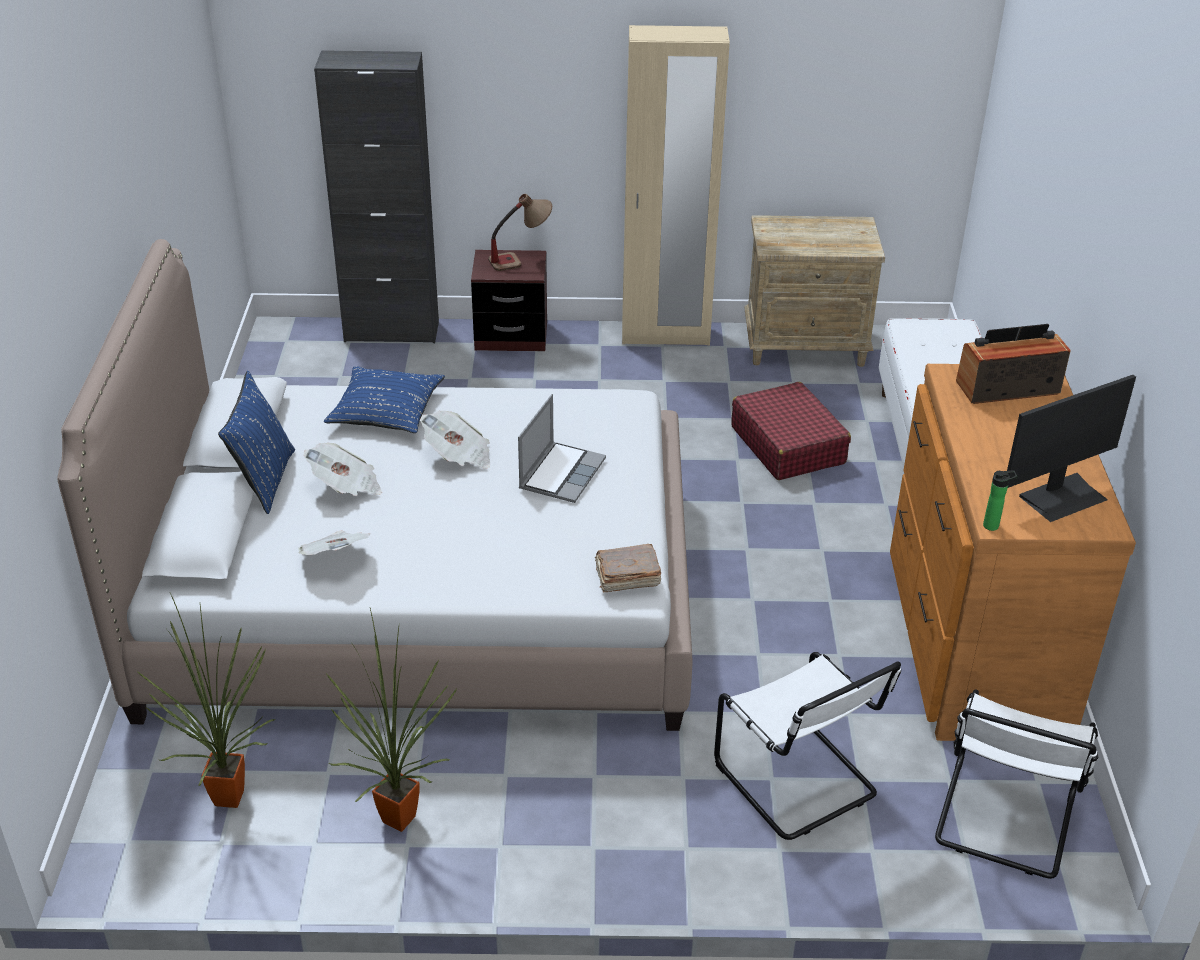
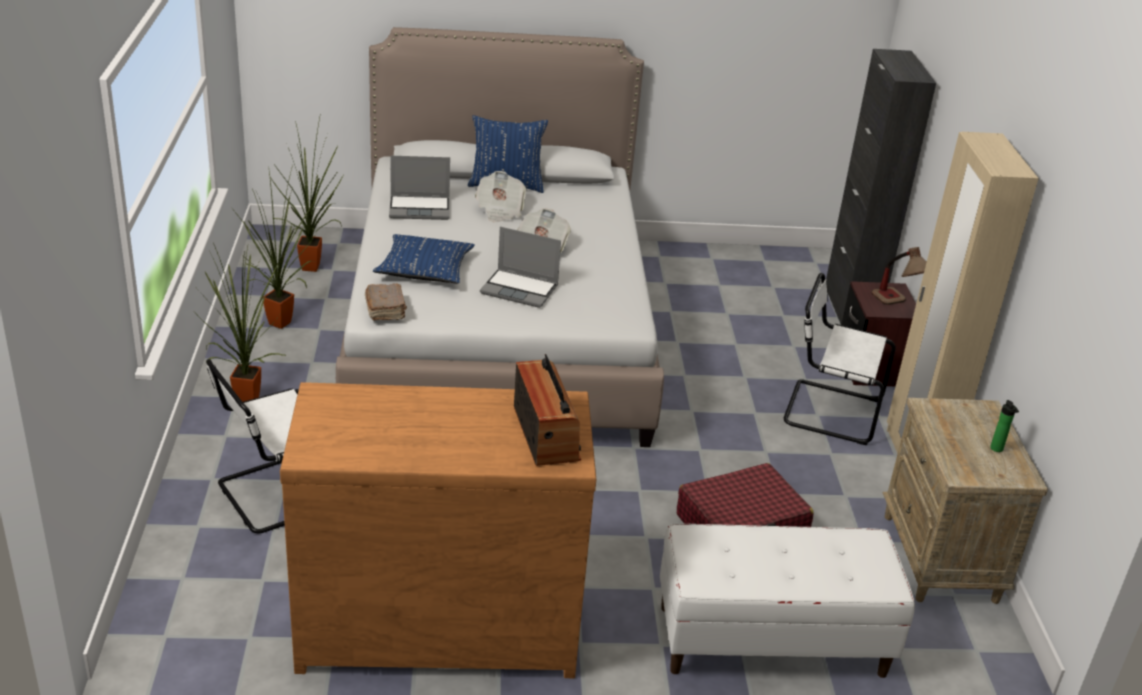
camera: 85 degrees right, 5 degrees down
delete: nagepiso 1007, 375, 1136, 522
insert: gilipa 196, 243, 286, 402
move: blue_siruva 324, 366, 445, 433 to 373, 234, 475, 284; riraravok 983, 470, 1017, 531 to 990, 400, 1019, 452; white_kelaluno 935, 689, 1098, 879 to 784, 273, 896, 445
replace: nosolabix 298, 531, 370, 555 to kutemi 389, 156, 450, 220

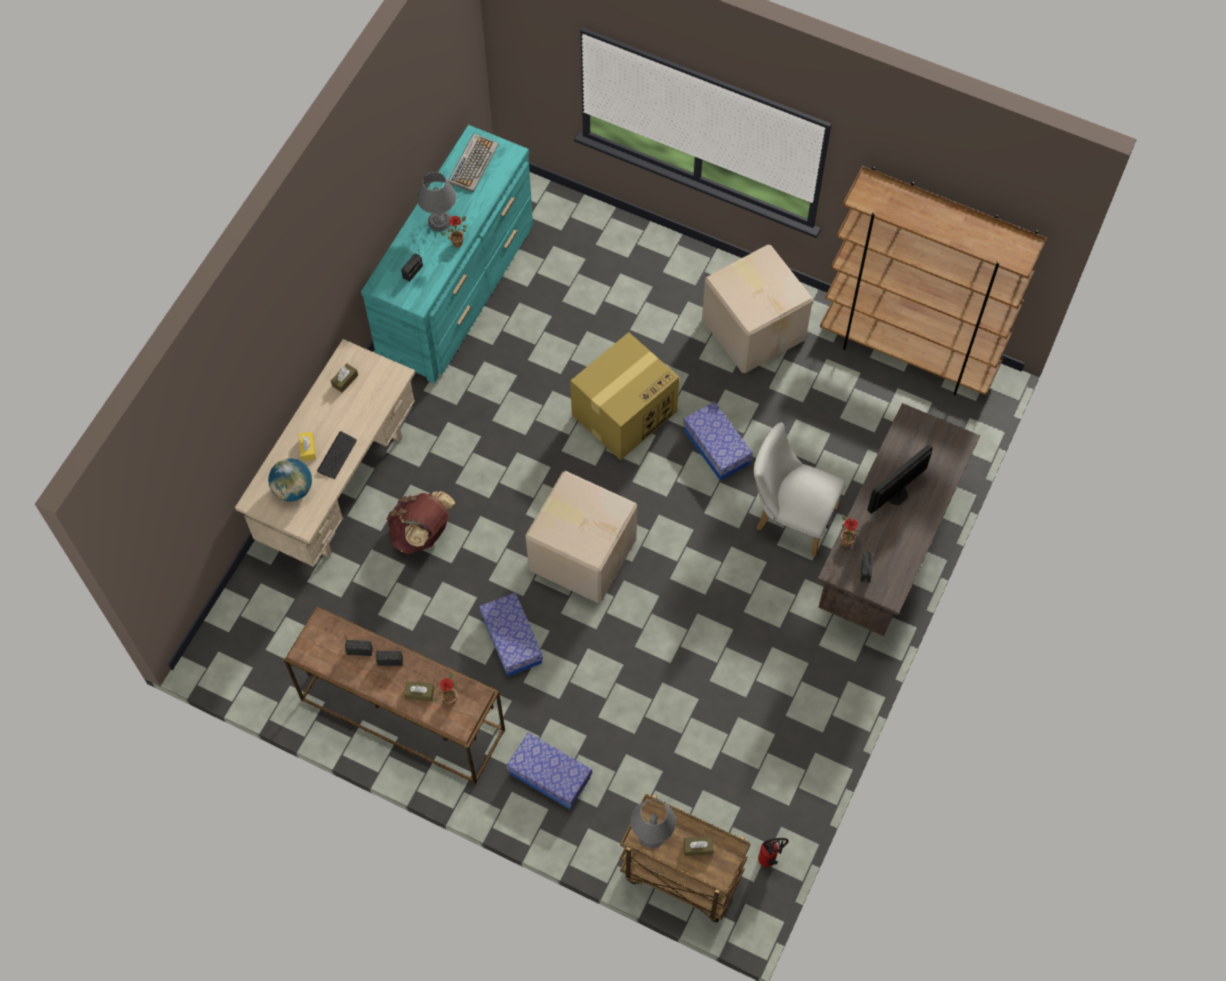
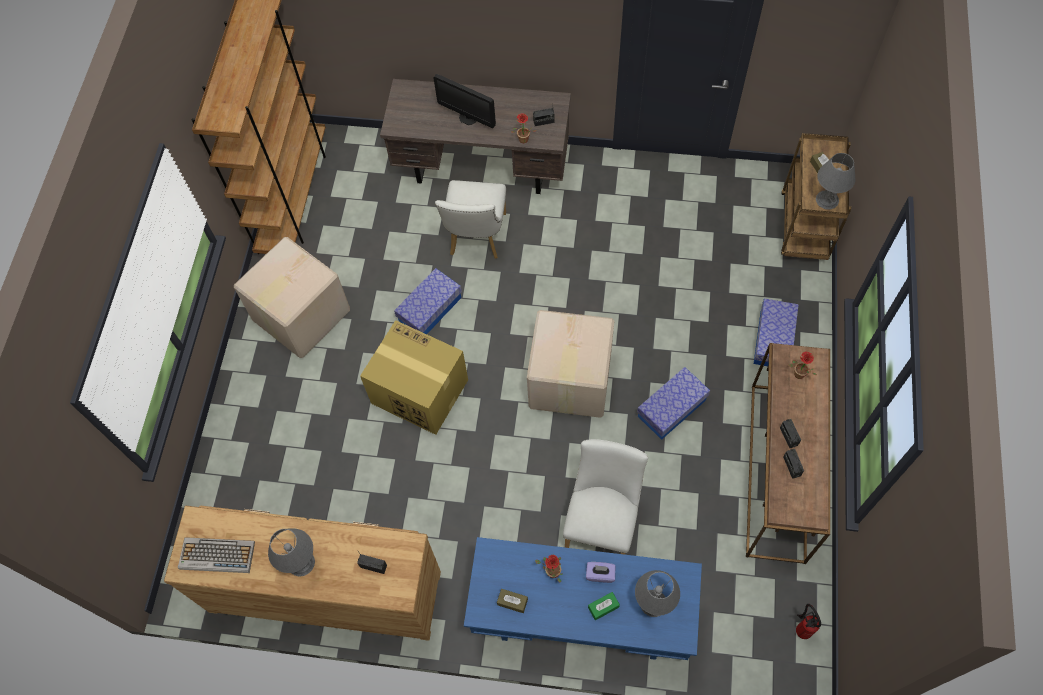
camera: 105 degrees left, 0 degrees up
delete: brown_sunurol 404, 681, 434, 701
move: gilipa 441, 216, 467, 248 to 535, 555, 562, 583; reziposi 758, 838, 789, 867 to 796, 604, 821, 639
replace: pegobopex 317, 431, 357, 479 to purple_sunurol 586, 562, 616, 583; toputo 268, 459, 312, 501 to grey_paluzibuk 635, 570, 680, 617; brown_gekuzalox 387, 491, 455, 554 to white_kelaluno 563, 439, 648, 555
recolor: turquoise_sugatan 361, 125, 533, 383 to brown_sugatan 164, 505, 441, 641; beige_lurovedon 235, 339, 415, 567 to blue_lurovedon 464, 537, 702, 660; yellow_sunurol 299, 432, 316, 461 to green_sunurol 588, 592, 620, 620

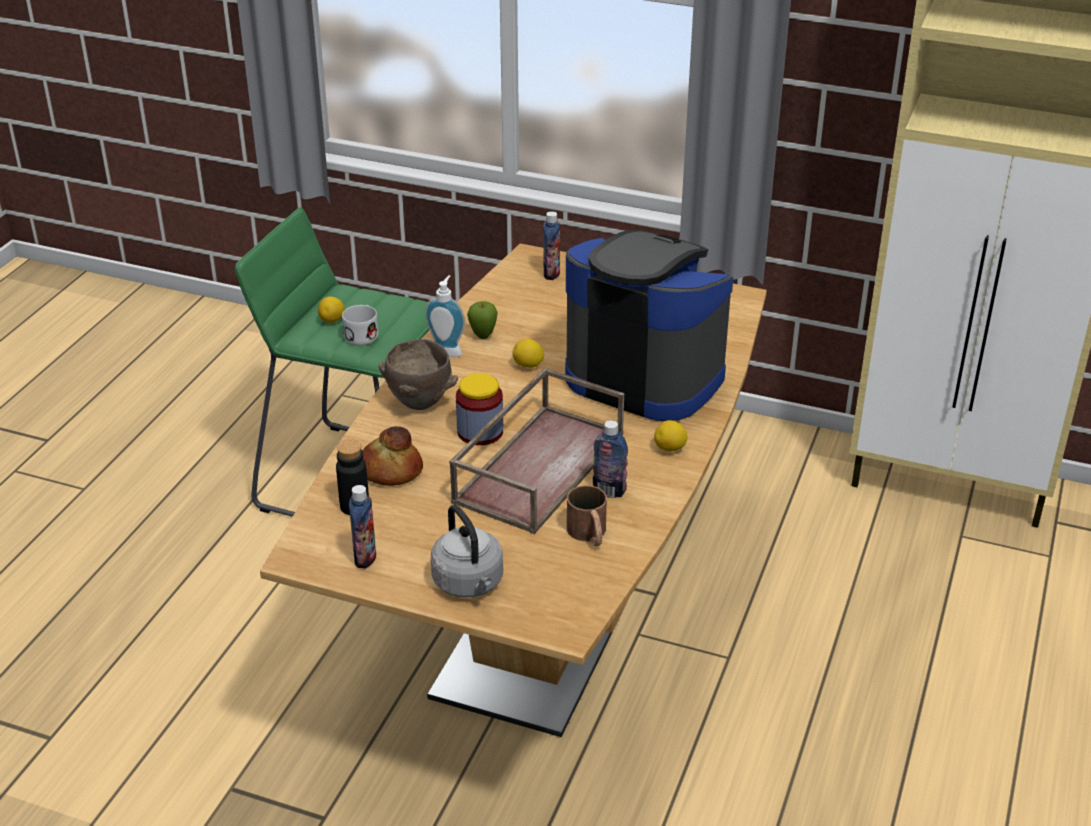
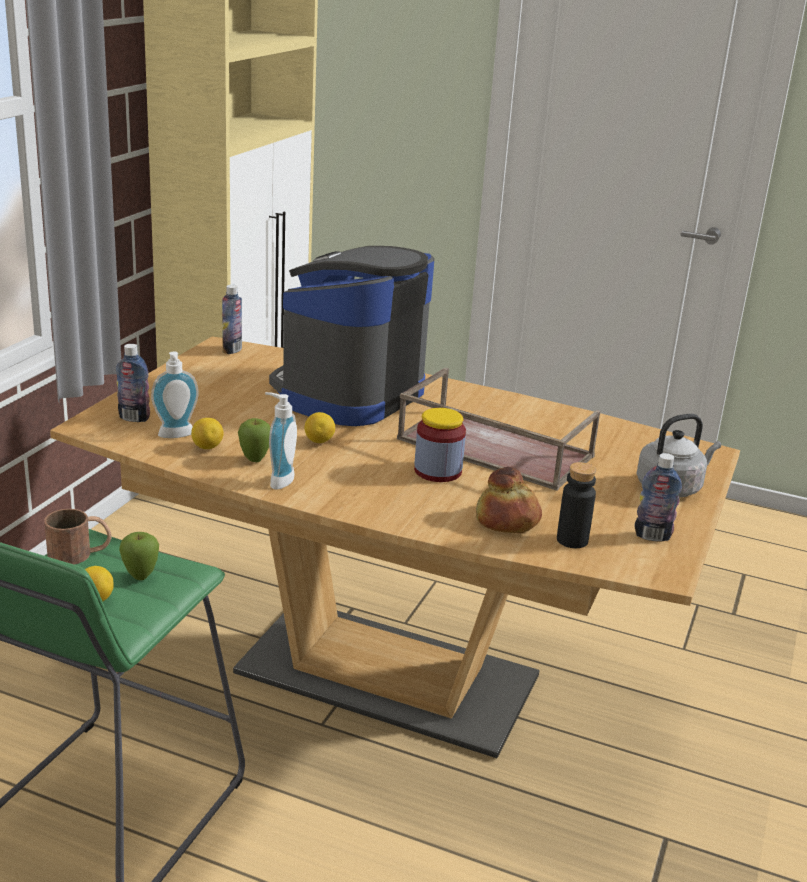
camera: 90 degrees left, 10 degrees down
delete: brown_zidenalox 379, 339, 458, 410
insert: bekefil 151, 352, 199, 438
move: riraravok 593, 420, 628, 498 to 222, 285, 242, 354; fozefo 654, 420, 688, 451 to 191, 418, 224, 449; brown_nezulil 567, 485, 607, 546 to 44, 509, 112, 565
replace: white_nezulil 342, 305, 379, 346 to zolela 119, 532, 159, 580

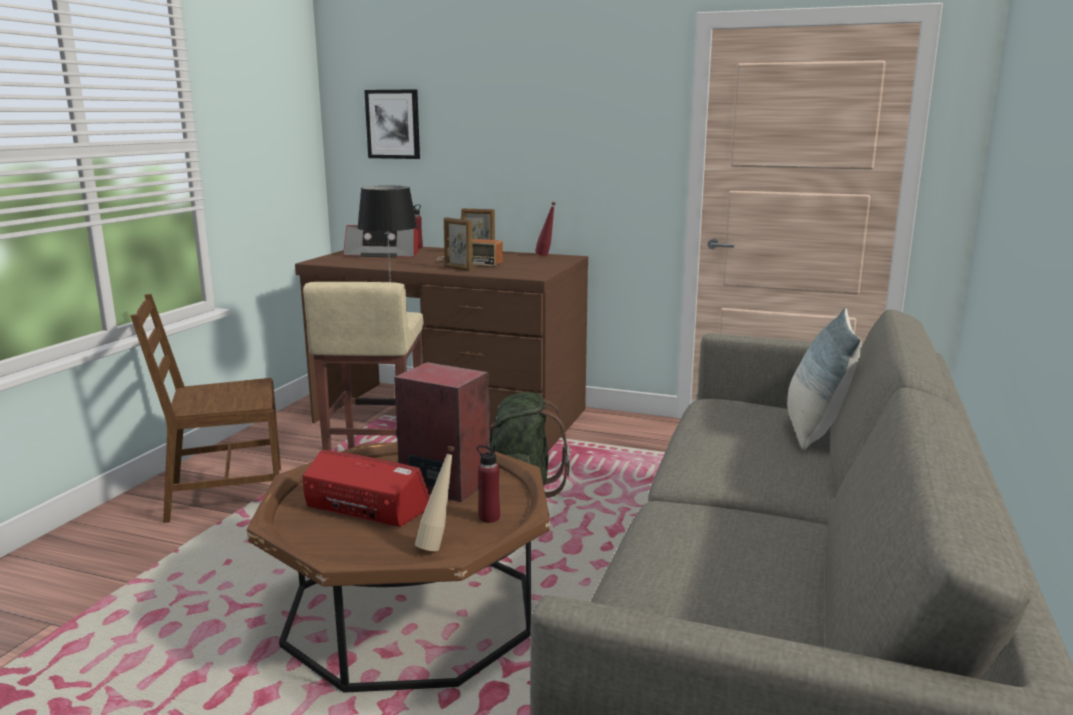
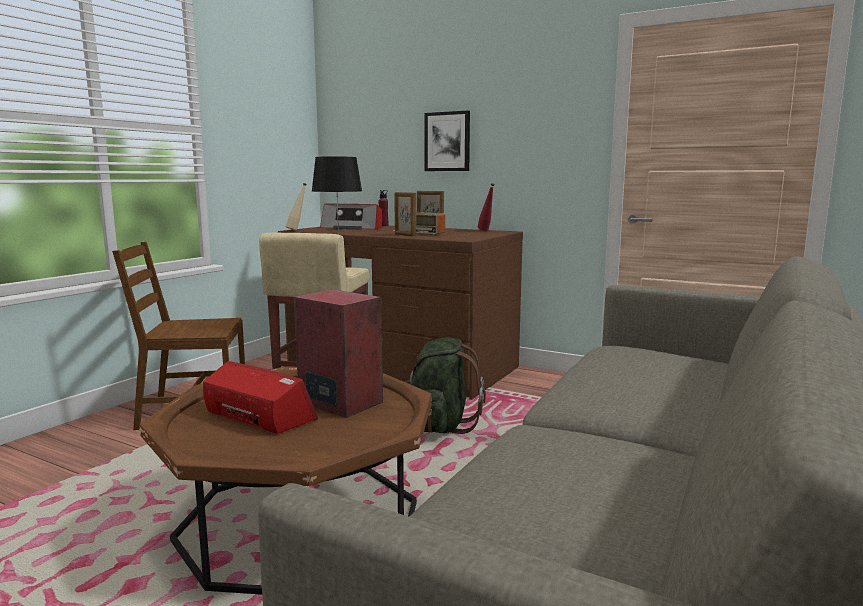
camera: 10 degrees right, 5 degrees down
delete: siruva 787, 308, 862, 450; red_riraravok 477, 445, 500, 523
move: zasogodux 364, 89, 420, 159 to 424, 110, 470, 171; beige_riraravok 415, 446, 455, 551 to 286, 183, 307, 230

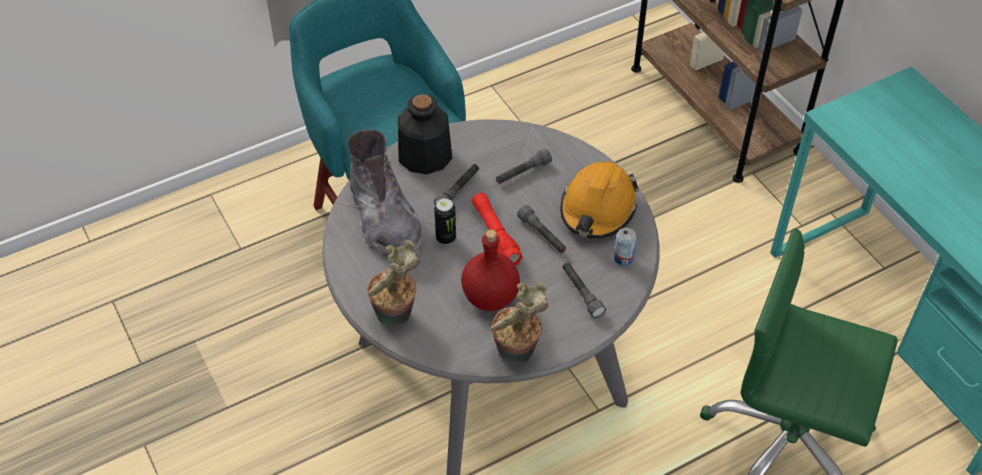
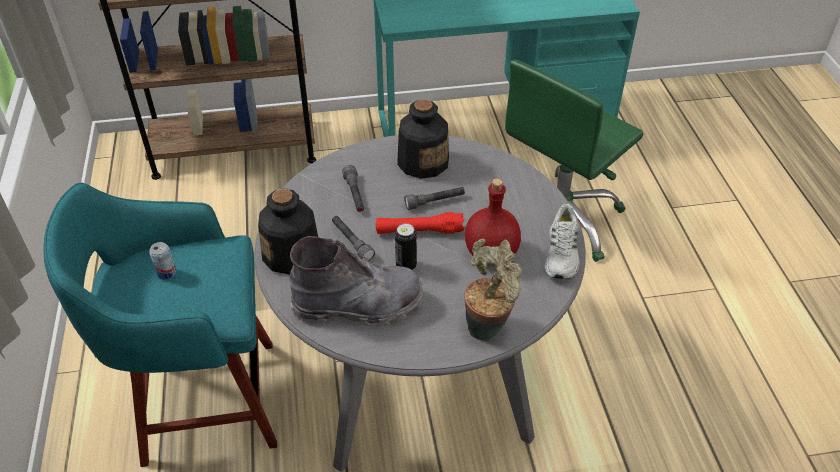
camera: 70 degrees left, 5 degrees down
delete: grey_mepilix 562, 263, 606, 318
move: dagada 614, 228, 636, 266 to 149, 242, 176, 280
replace: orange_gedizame 560, 161, 639, 239 to riraravok 397, 99, 449, 179; gilipa 490, 281, 548, 363 to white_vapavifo 545, 204, 579, 279

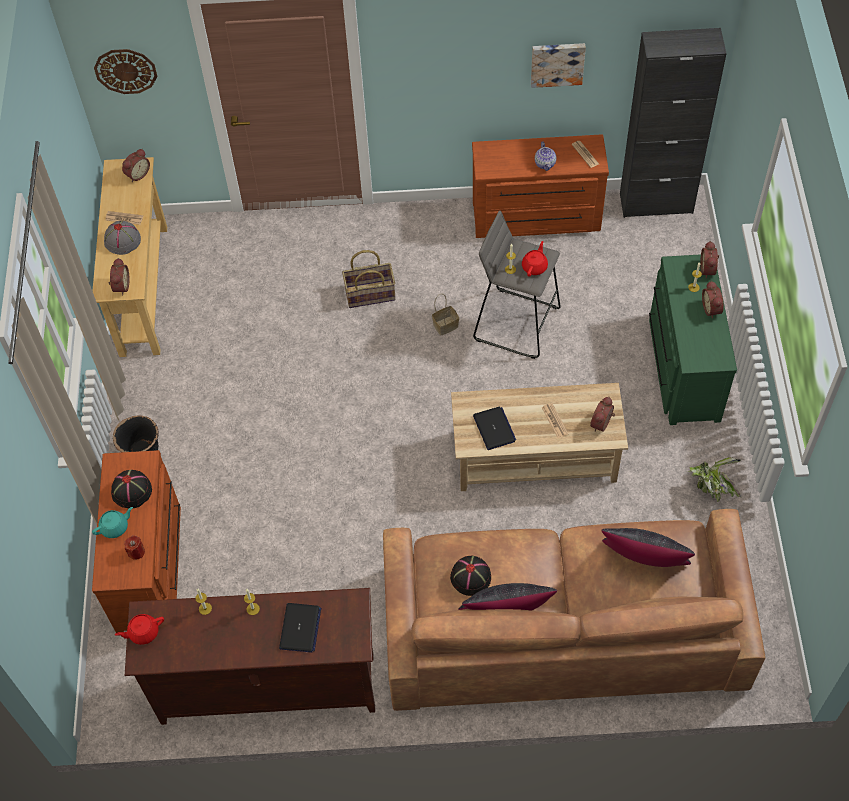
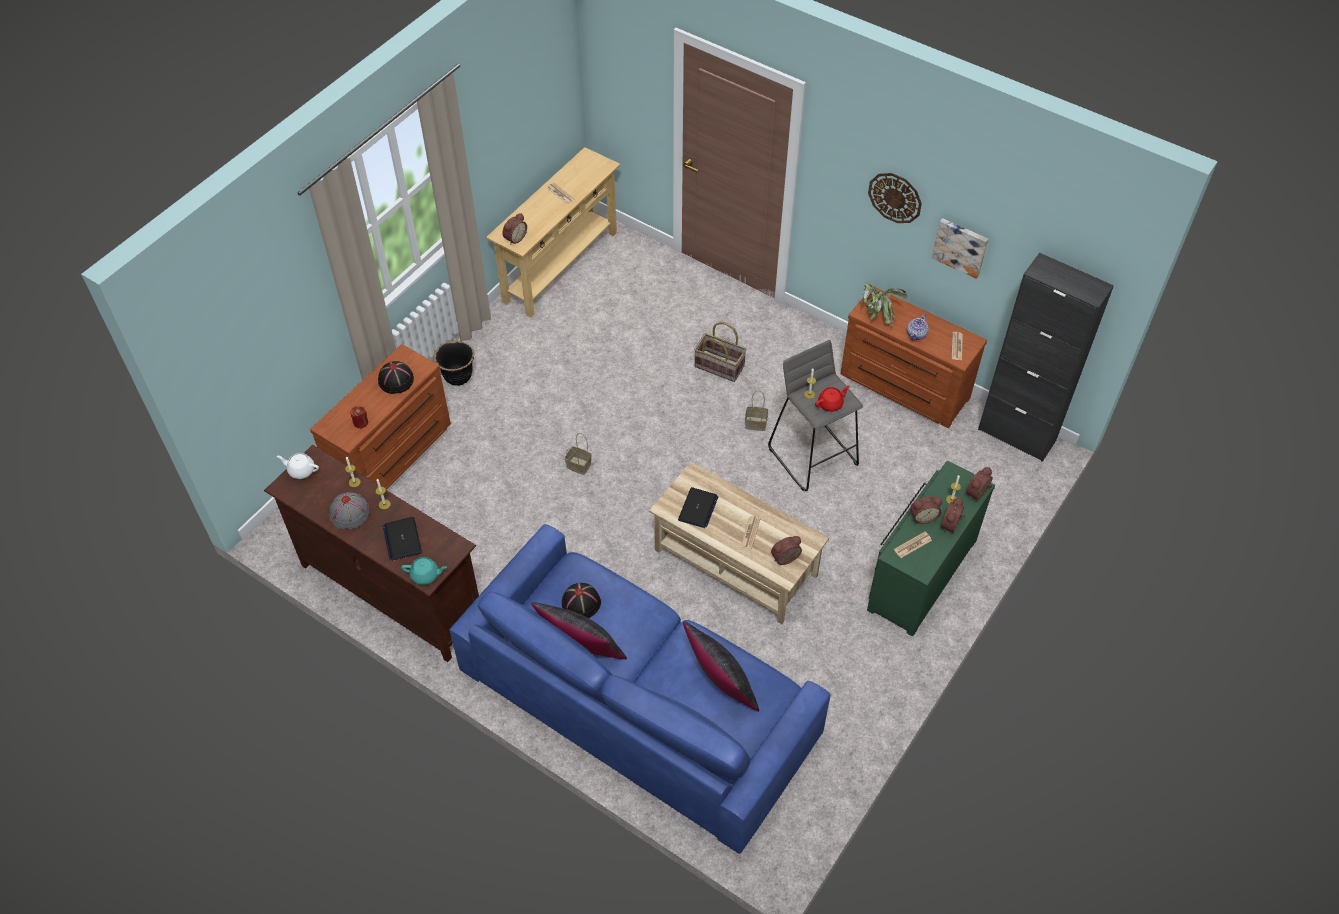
camera: 35 degrees right, 5 degrees down
insert: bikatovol 565, 433, 592, 475; nosolabix 894, 532, 932, 558
move: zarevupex 94, 49, 157, 94 to 868, 173, 922, 223; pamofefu 122, 149, 150, 182 to 910, 497, 942, 524; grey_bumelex 104, 221, 141, 255 to 330, 492, 369, 529; gilipa 687, 457, 742, 502 to 863, 282, 908, 327; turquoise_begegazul 92, 507, 133, 538 to 402, 557, 447, 585
recolor: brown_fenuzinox 383, 509, 765, 711 to blue_fenuzinox 449, 524, 831, 854; red_begegazul 115, 614, 164, 645 to white_begegazul 277, 453, 319, 479
rotate: kutemi 279, 603, 321, 653 = 383, 517, 422, 561 120 degrees clockwise

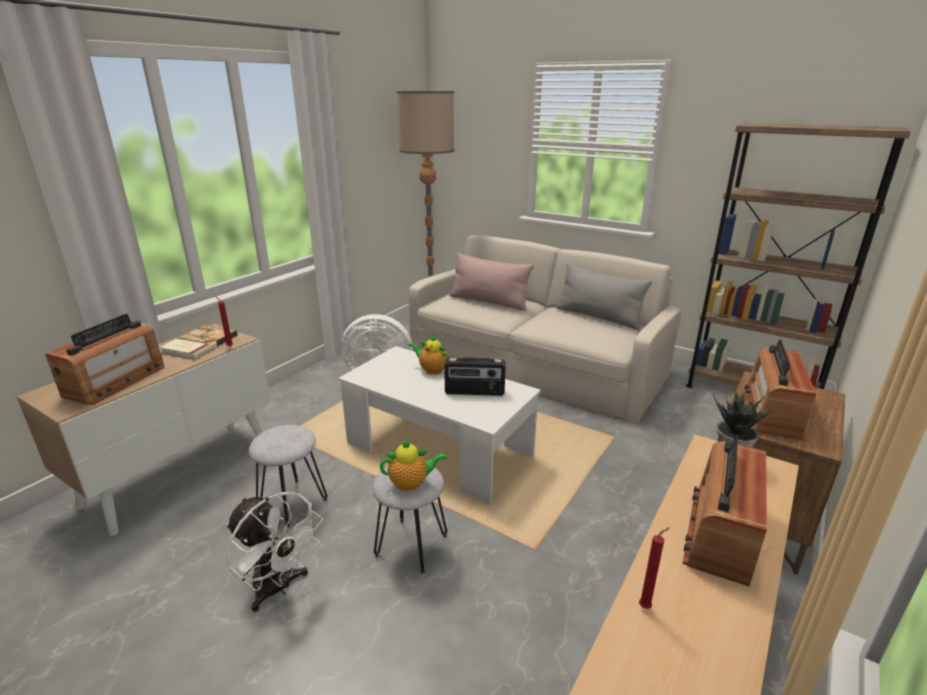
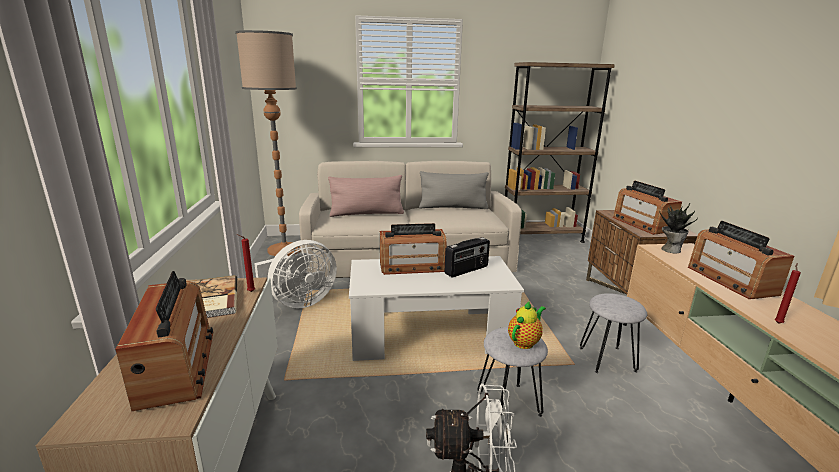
camera: 40 degrees left, 5 degrees down
move: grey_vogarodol 249, 425, 327, 527 to 580, 293, 647, 373
replace: begegazul 409, 334, 450, 375 to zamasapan 380, 223, 447, 275

